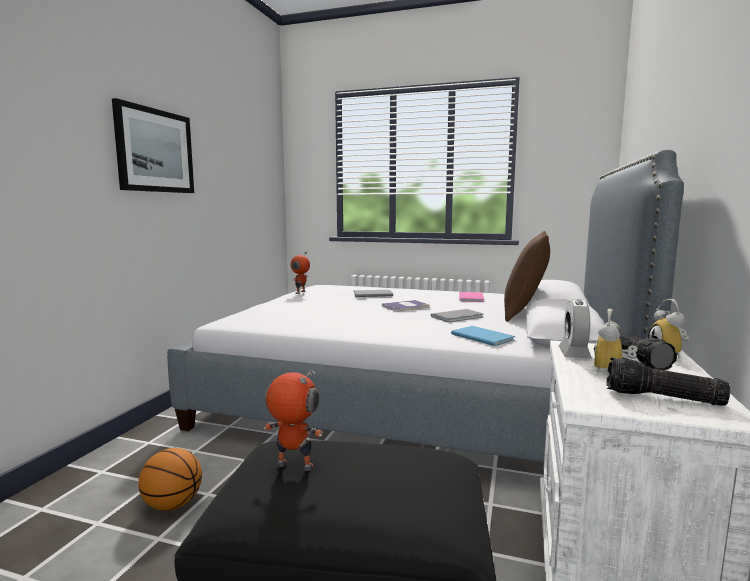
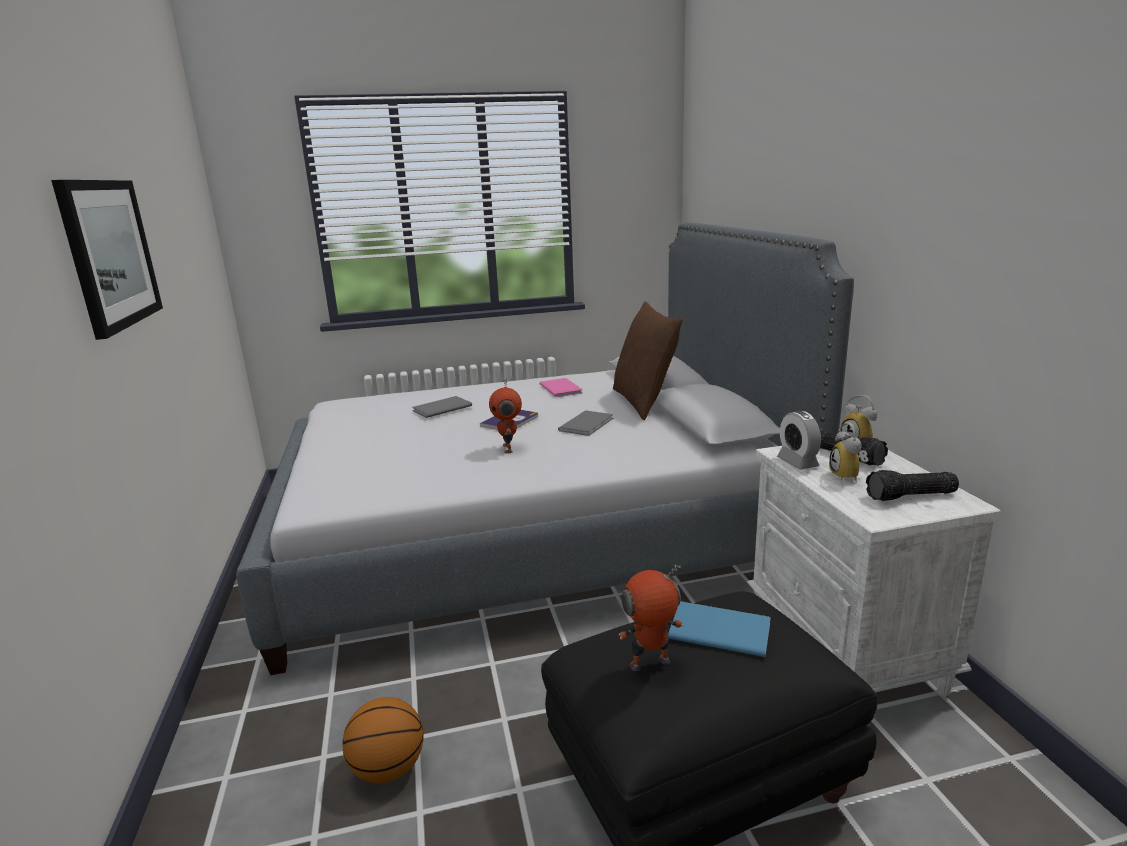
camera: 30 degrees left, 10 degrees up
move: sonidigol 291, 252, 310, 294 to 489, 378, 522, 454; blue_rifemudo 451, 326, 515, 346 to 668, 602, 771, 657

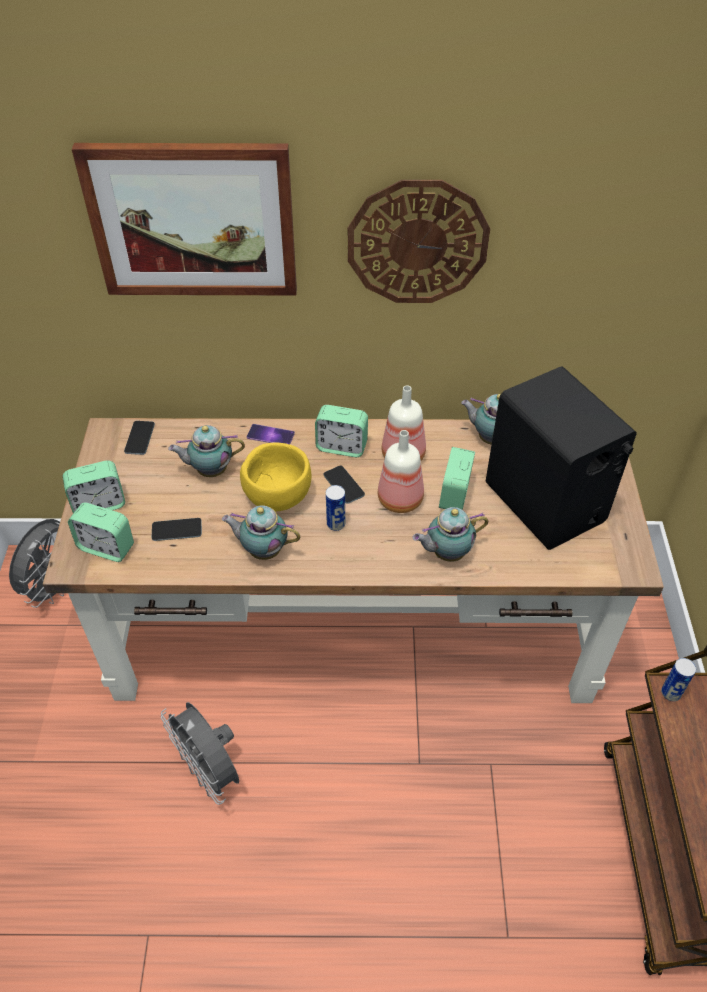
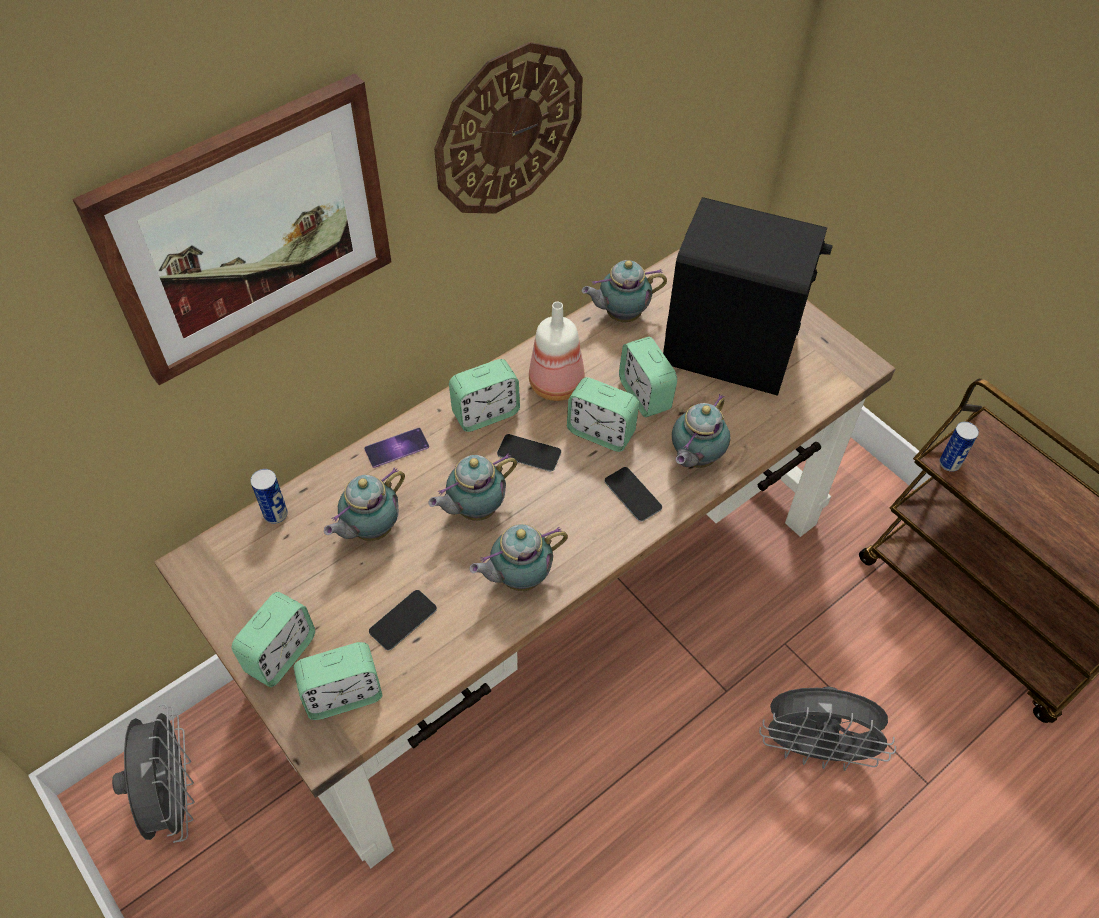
camera: 40 degrees left, 5 degrees up
move: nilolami 124, 421, 155, 455 to 605, 467, 662, 522; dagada 326, 485, 345, 531 to 250, 469, 288, 524; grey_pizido 161, 702, 239, 805 to 759, 687, 896, 771
replace: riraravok 378, 430, 424, 513 to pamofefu 567, 377, 639, 452; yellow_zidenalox 240, 443, 311, 511 to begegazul 429, 453, 517, 521

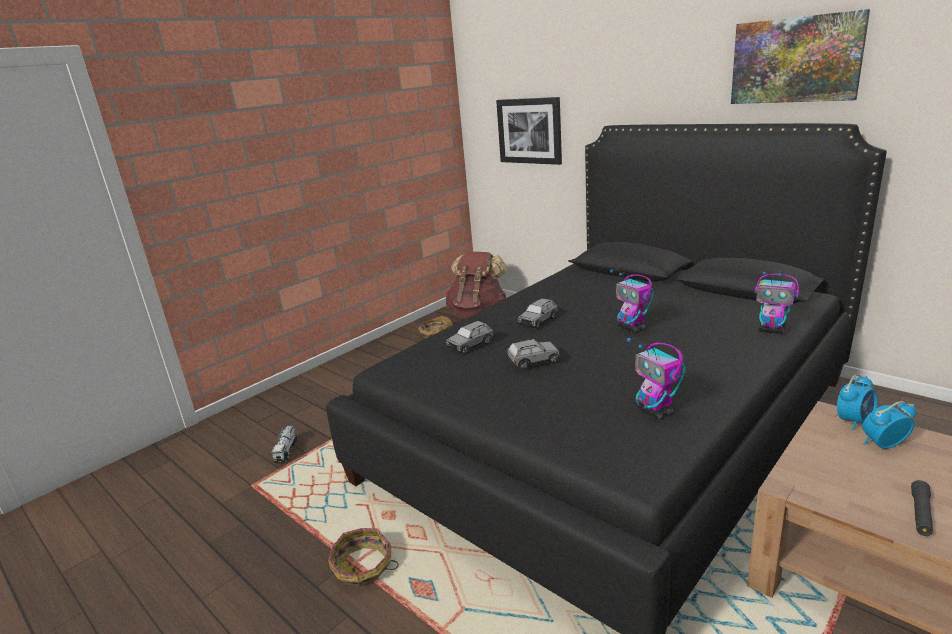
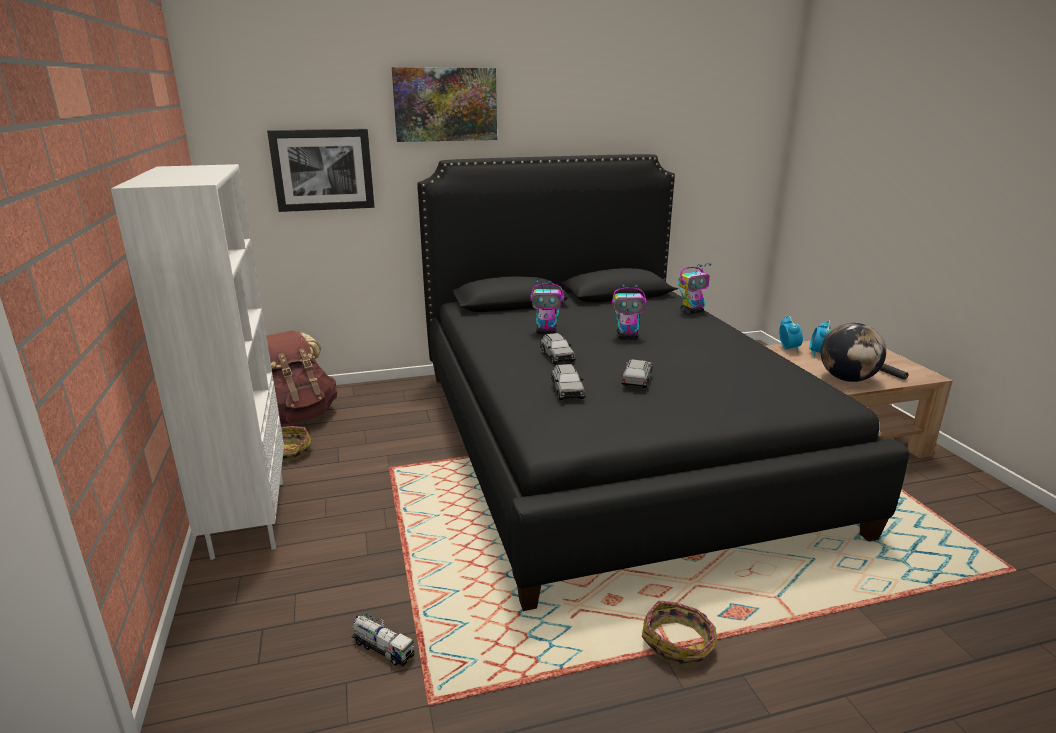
camera: 60 degrees left, 0 degrees up
insert: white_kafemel 111, 164, 284, 560; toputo 821, 323, 886, 382
move: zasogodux 731, 9, 870, 104 to 392, 67, 497, 142; sonidigol 627, 338, 686, 420 to 530, 280, 564, 334

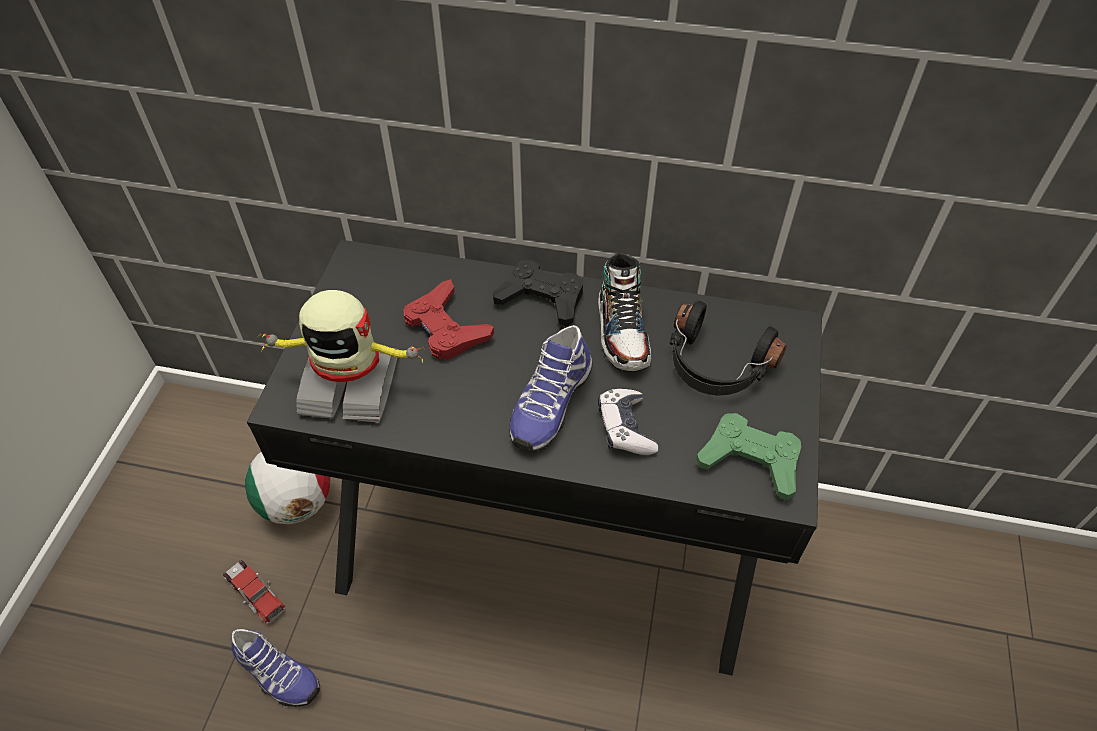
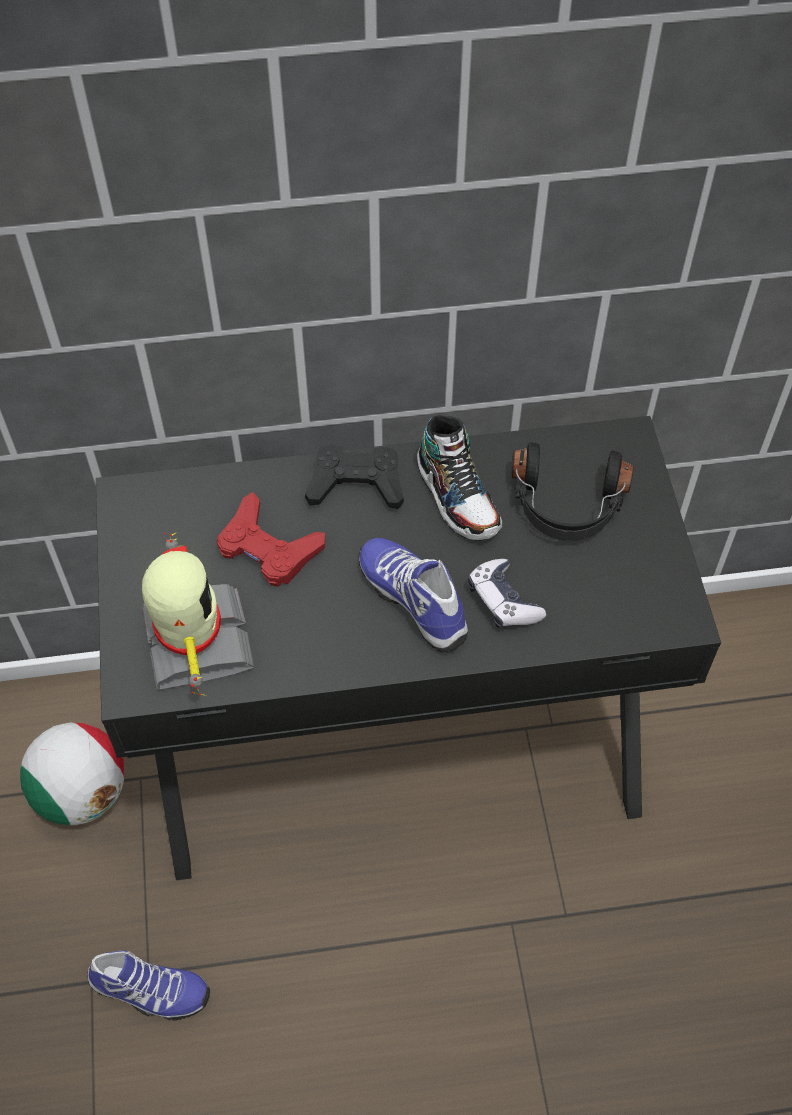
camera: 20 degrees left, 5 degrees up
delete: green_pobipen 696, 413, 801, 501; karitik 223, 560, 286, 625
rotate: sonidigol 257, 290, 424, 423 = 142, 532, 254, 695 90 degrees counterclockwise; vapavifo 509, 325, 592, 452 = 359, 537, 468, 653 135 degrees clockwise

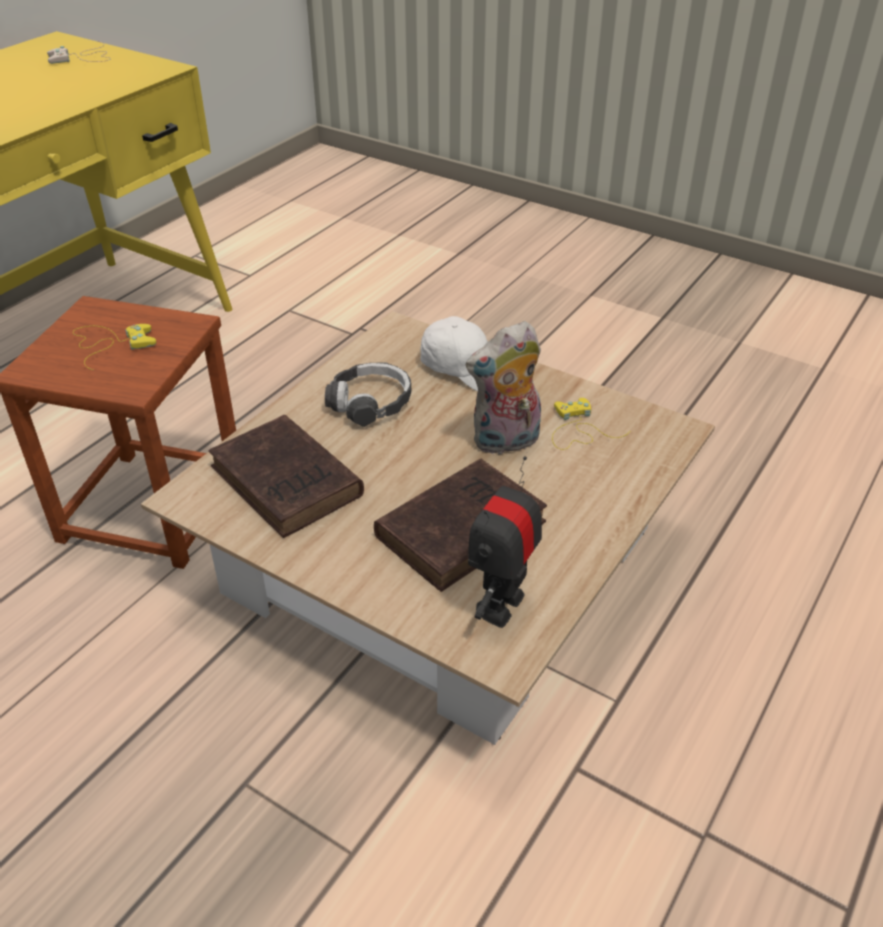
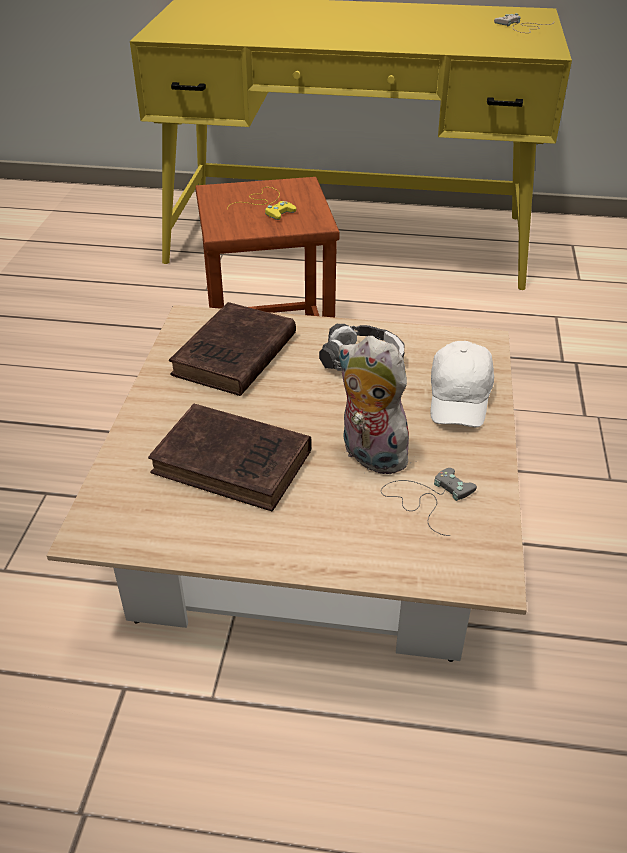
camera: 65 degrees right, 0 degrees up
delete: sonidigol 468, 456, 542, 628
recolor: yellow_pobipen 552, 398, 630, 450 to grey_pobipen 381, 468, 477, 536

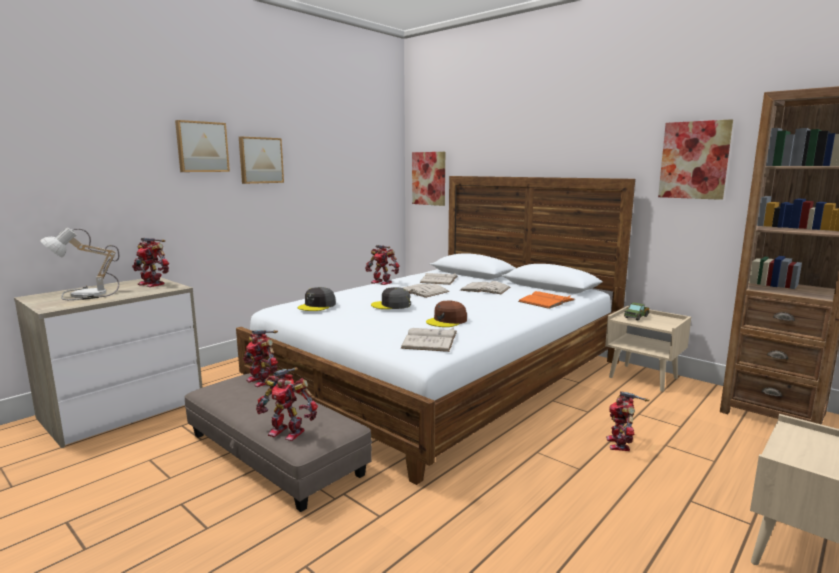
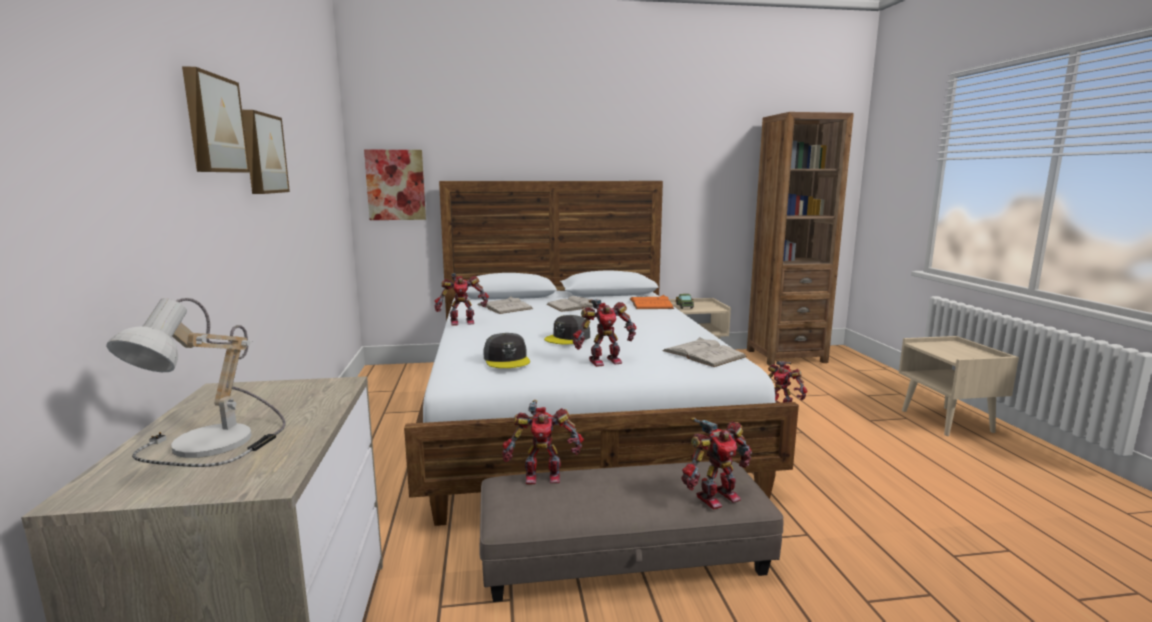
camera: 50 degrees left, 0 degrees up
delete: zasogodux 658, 119, 733, 200; white_rifemudo 403, 284, 449, 298; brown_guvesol 426, 301, 467, 327
move: sonidigol 132, 238, 169, 287 to 573, 299, 636, 367

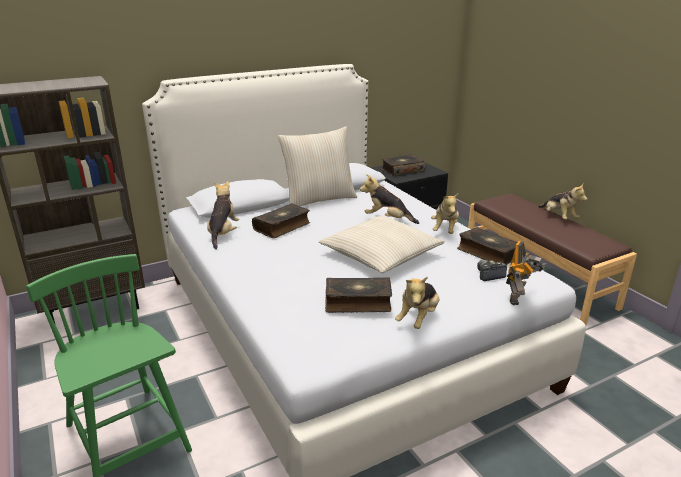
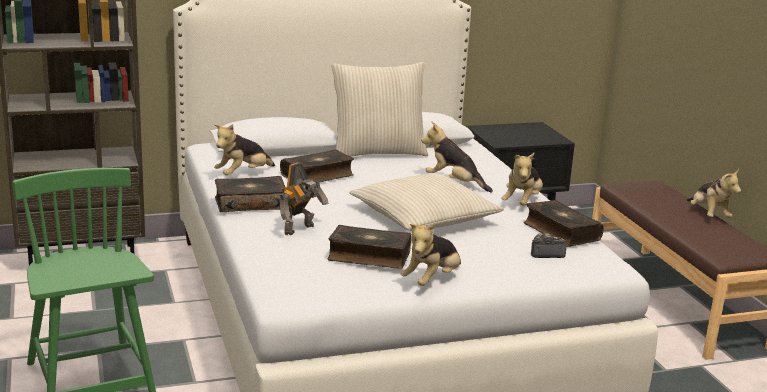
camera: 10 degrees right, 5 degrees down
move: rifemudo 381, 154, 426, 176 to 215, 176, 286, 212; sonidigol 506, 241, 545, 305 to 279, 162, 329, 235
rotate: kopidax 207, 181, 239, 249 = 214, 124, 275, 175 150 degrees counterclockwise

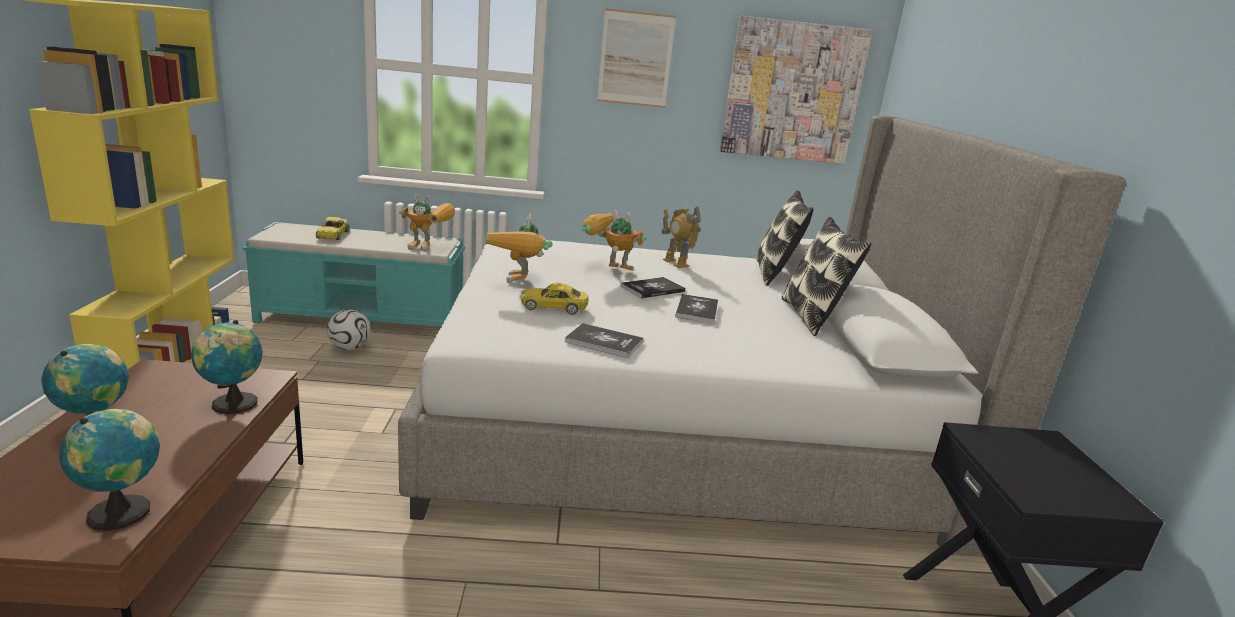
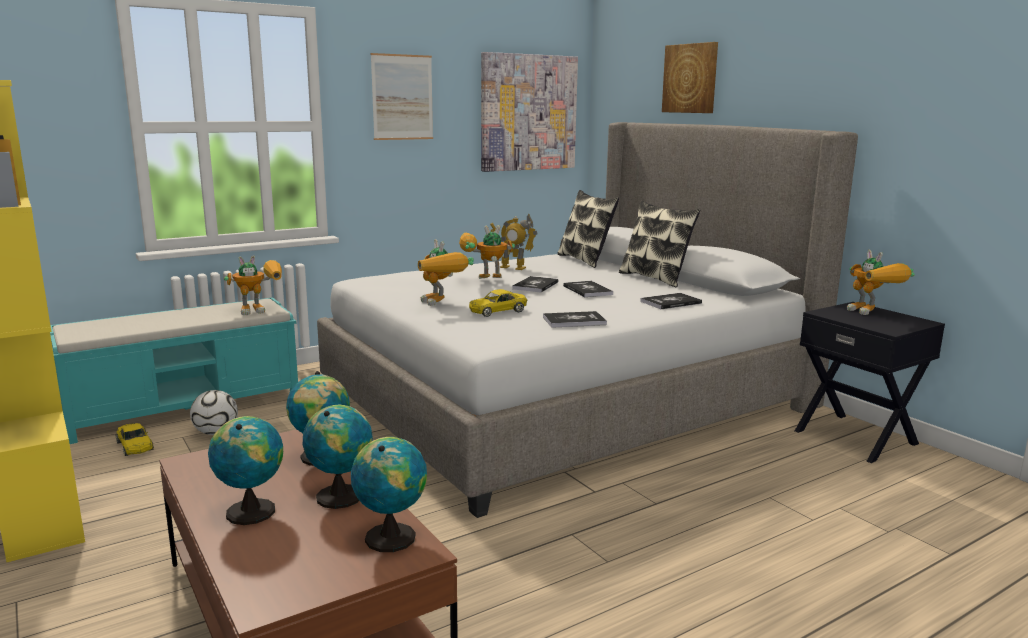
camera: 30 degrees left, 5 degrees down
insert: zasogodux 662, 42, 718, 113; sonidigol 847, 250, 915, 315; rifemudo 640, 293, 702, 309; toputo 303, 405, 373, 509
move: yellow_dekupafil 316, 217, 350, 240 to 116, 423, 154, 456

